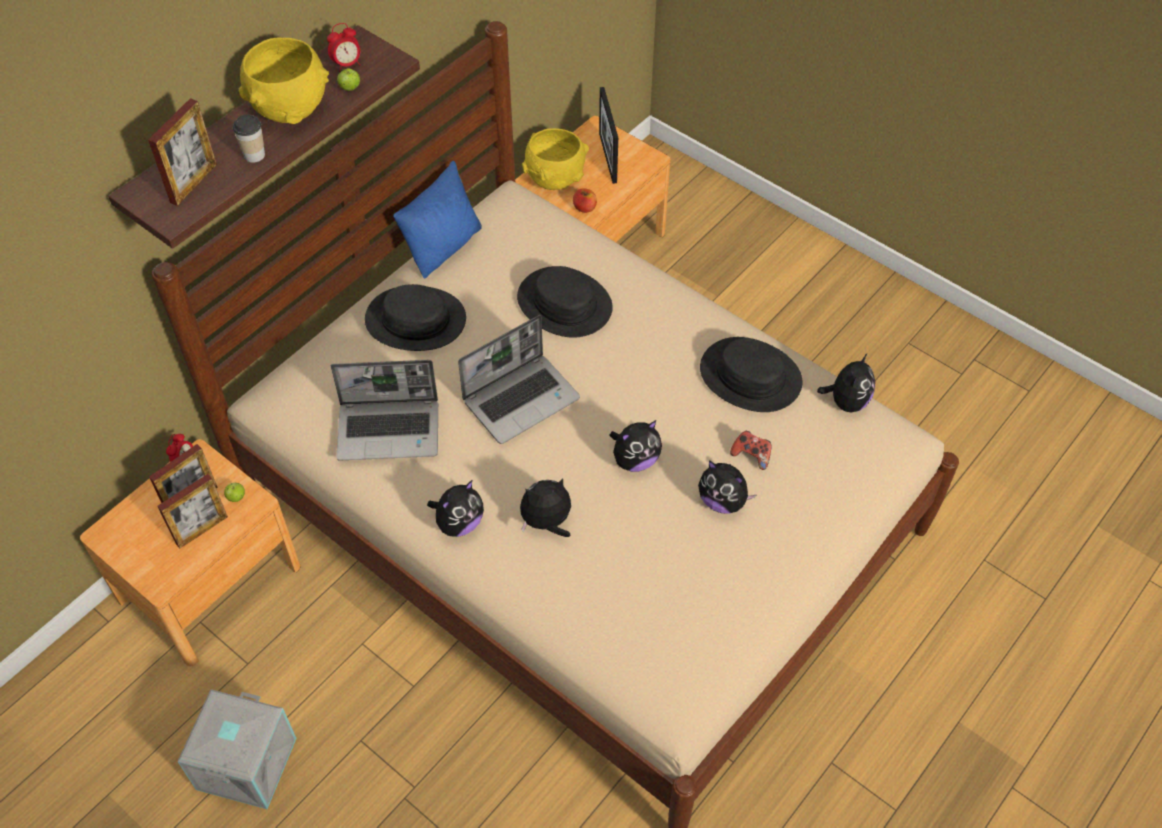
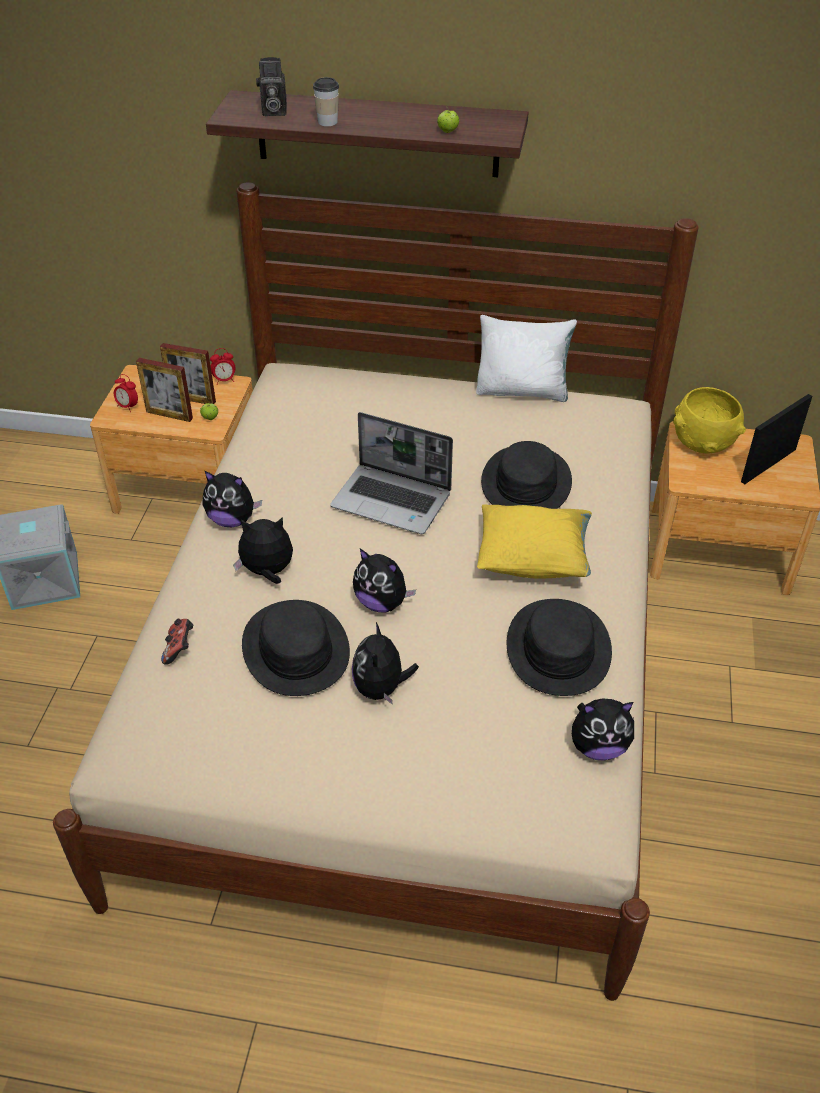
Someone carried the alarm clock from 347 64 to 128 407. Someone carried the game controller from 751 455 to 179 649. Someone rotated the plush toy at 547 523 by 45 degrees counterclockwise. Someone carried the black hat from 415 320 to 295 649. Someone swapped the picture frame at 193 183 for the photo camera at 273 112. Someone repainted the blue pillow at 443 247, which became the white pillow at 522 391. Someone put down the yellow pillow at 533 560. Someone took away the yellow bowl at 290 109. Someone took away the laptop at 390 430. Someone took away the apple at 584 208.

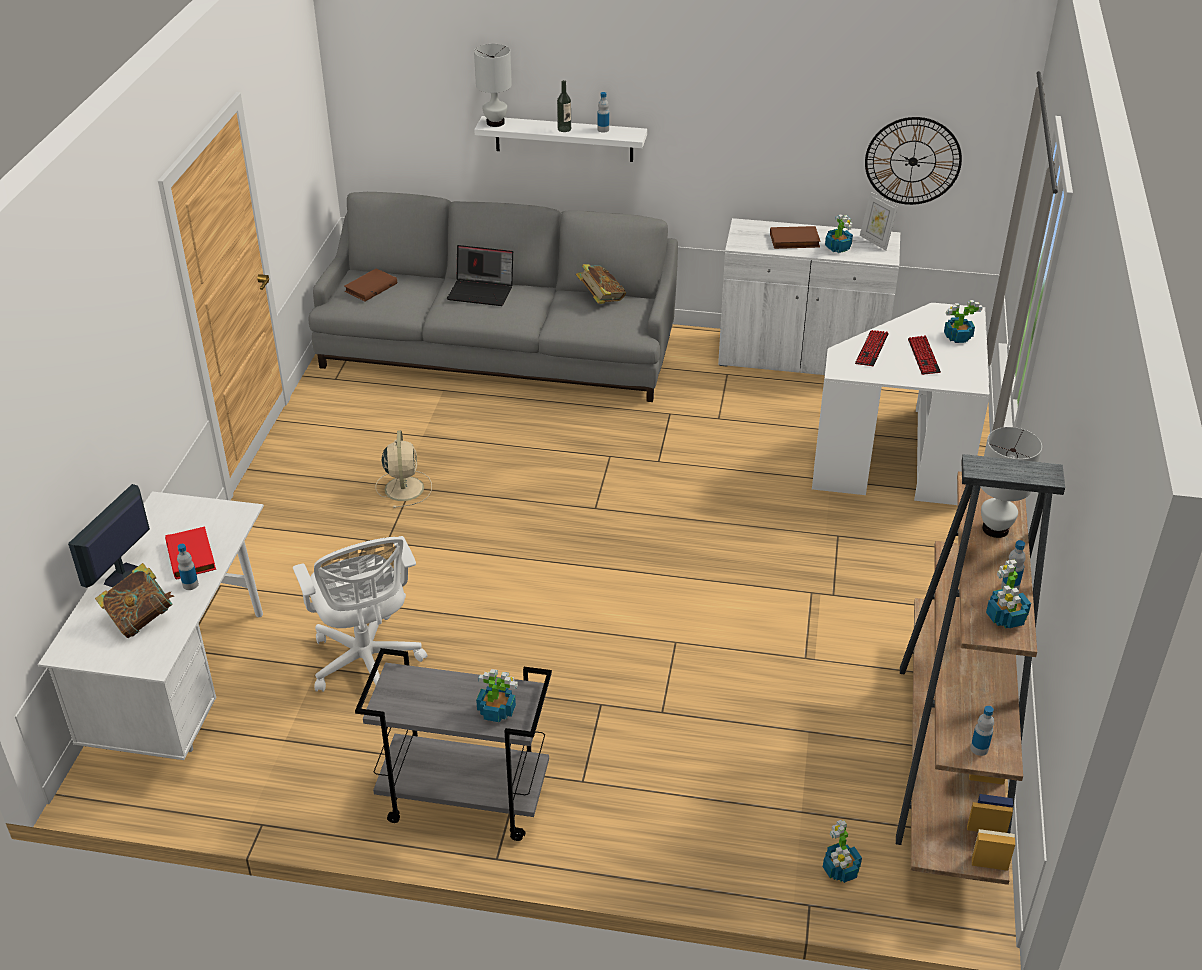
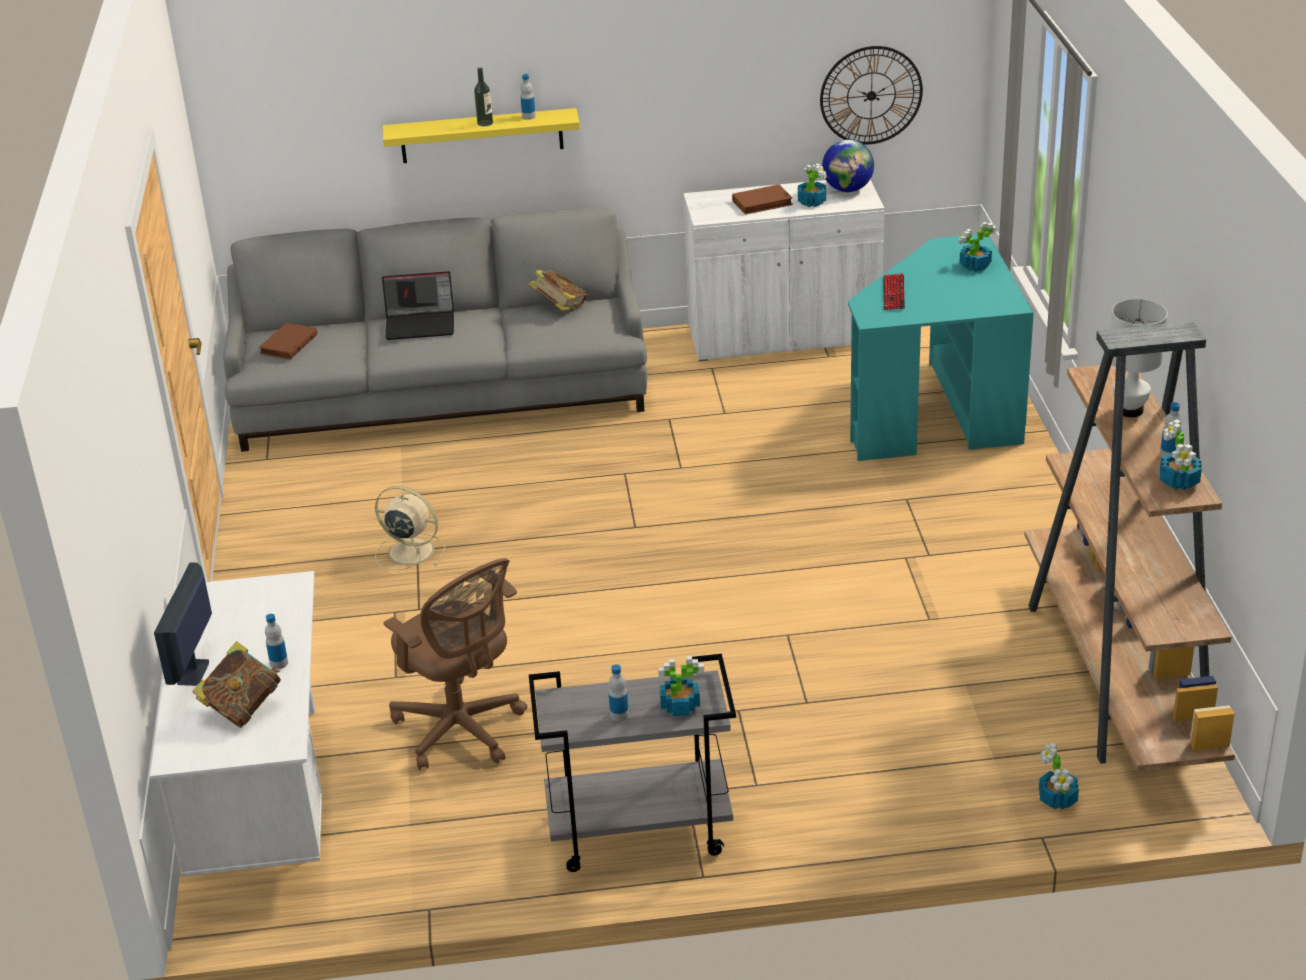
Someone rotated the beige fan at 404 487 by 45 degrees counterclockwise. Someone repainted the white shelf at 564 139, which became the yellow shelf at 481 136. Someone repainted the white office chair at 367 664, which became the brown office chair at 462 731. Someone carried the bottle from 979 748 to 619 715. Someone swapped the picture frame at 875 242 for the globe at 848 189. Someone repainted the white desk at 902 458, which became the turquoise desk at 937 413. Someone took away the red book at 192 556. Someone took away the white table lamp at 496 123. Someone took away the keyboard at 923 356.

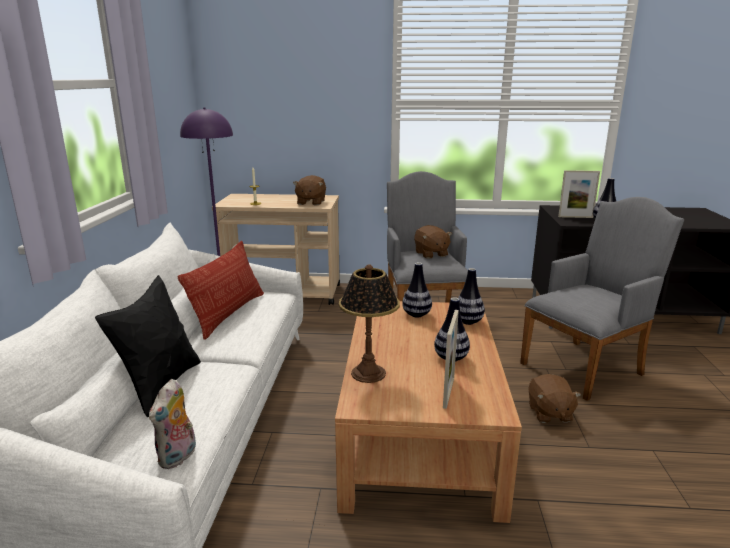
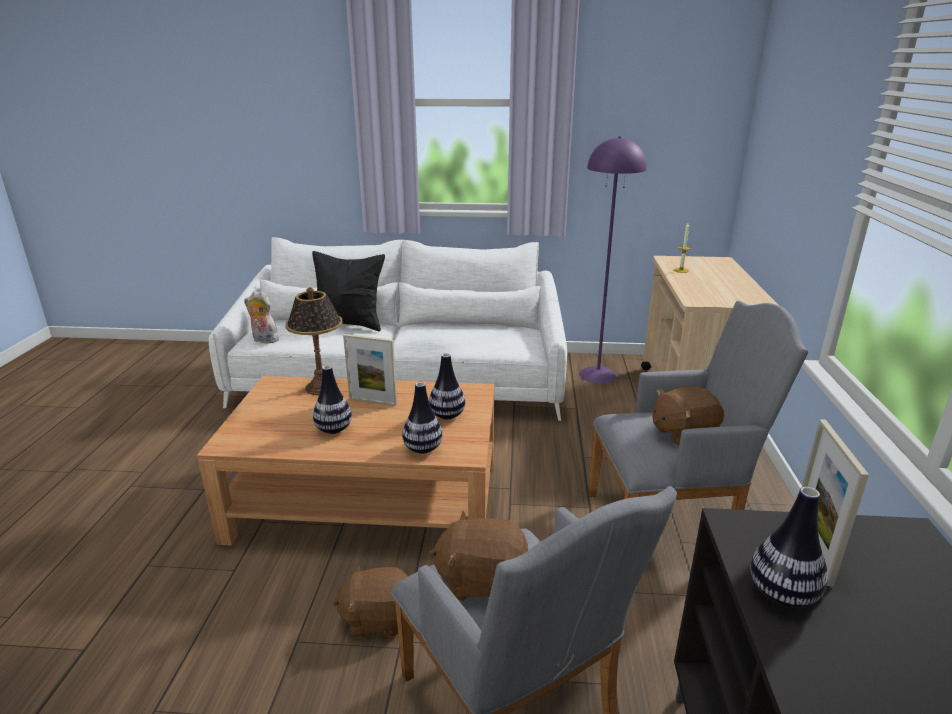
Someone carried the picture frame from 448 392 to 373 401. Someone carried the brown plush toy from 310 202 to 482 581. Someone took away the pillow at 228 314.

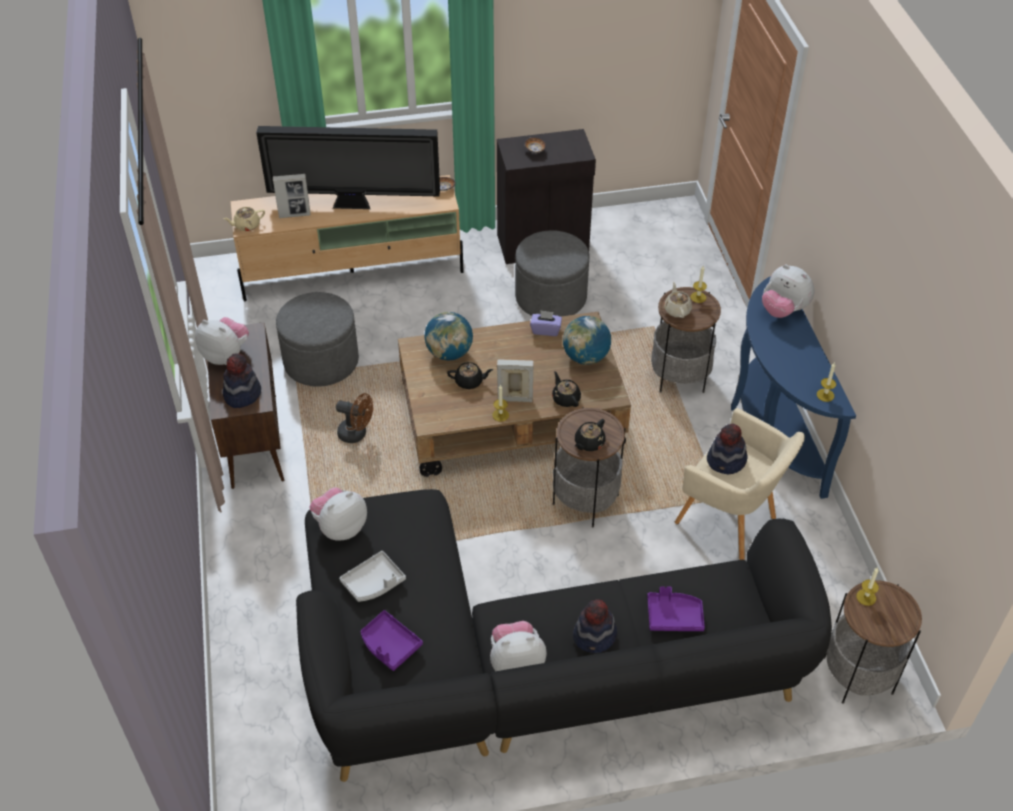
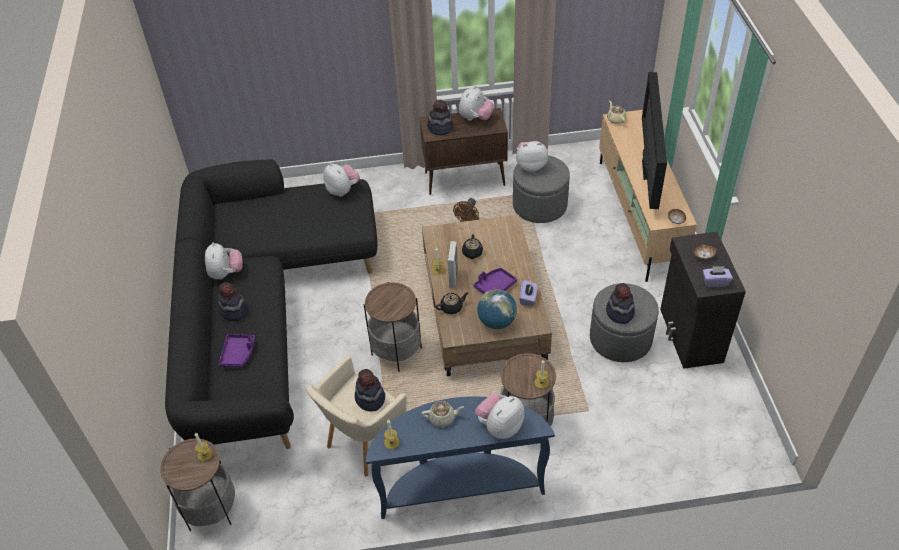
Someone carried the beige teapot from 677 310 to 442 418. Someone carried the purple tray from 389 645 to 494 286. Someone put down the plush toy at 530 166. Someone put down the hat at 619 313. Someone put down the purple tissue box at 715 282. Someone took away the picture frame at 294 215. Someone took away the grey tray at 373 583. Someone took away the globe at 449 353. Someone took away the black teapot at 589 443.

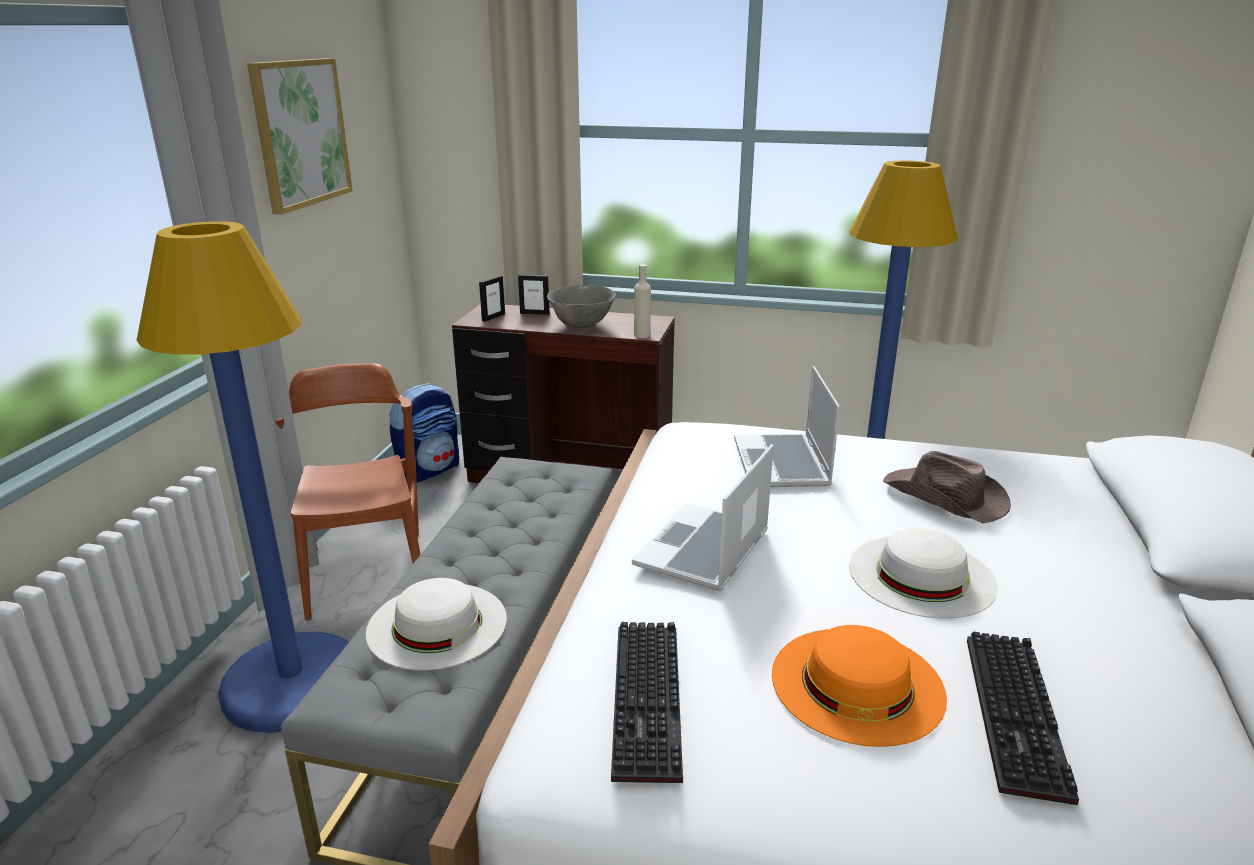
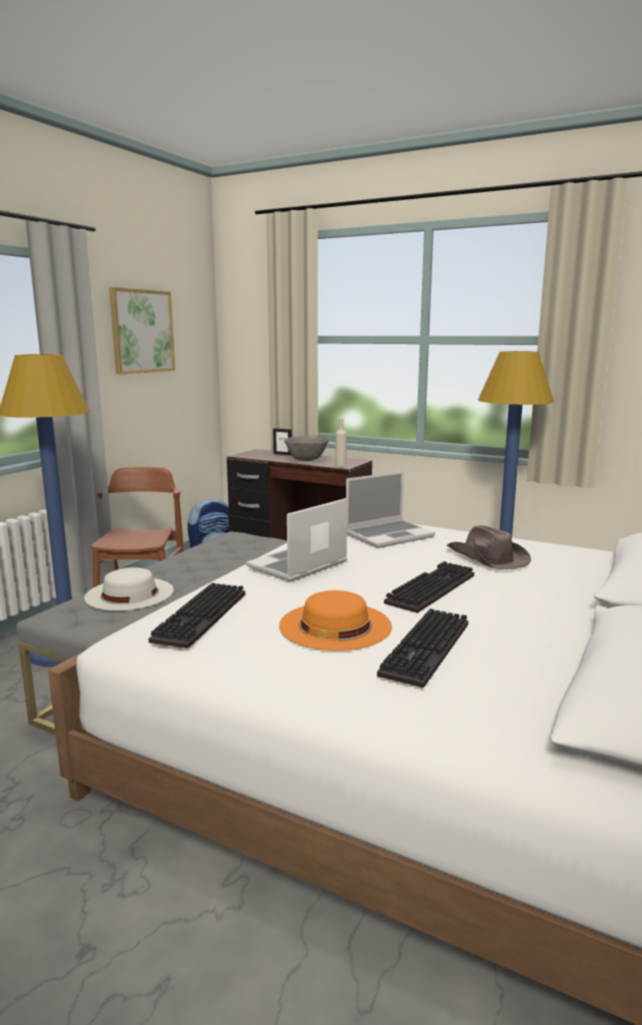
Someone rotated the laptop at 783 464 by 135 degrees counterclockwise. Someone swapped the white hat at 921 575 for the keyboard at 430 588. Someone took away the picture frame at 493 317.

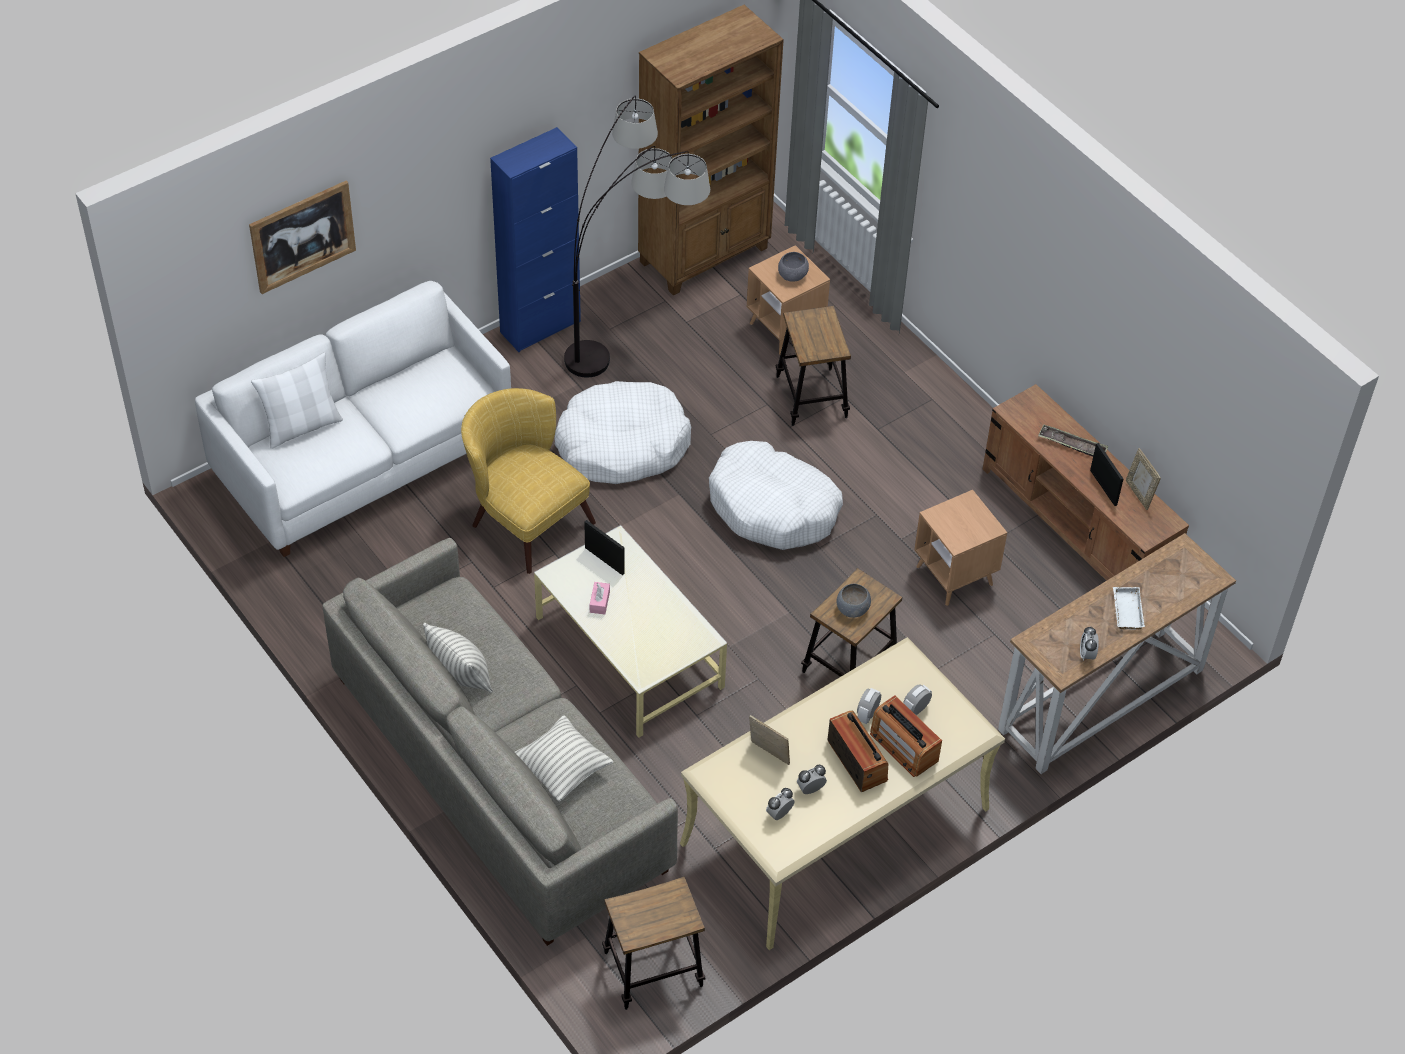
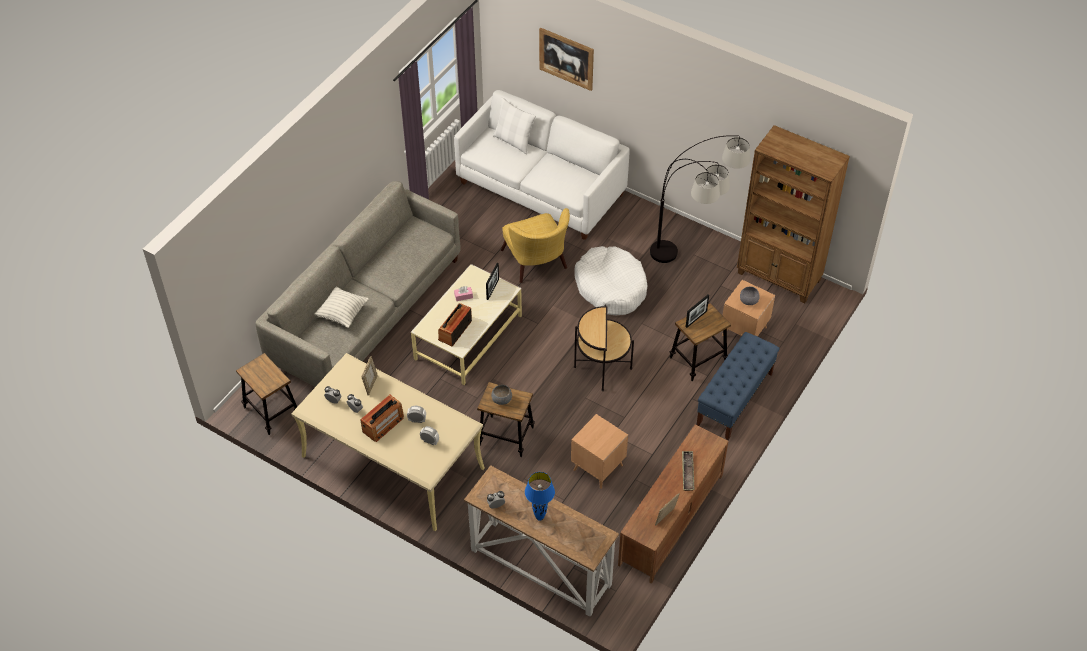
Someone carried the radio from 903 747 to 455 330. Someone rotated the yellow armchair at 524 517 by 135 degrees clockwise. Someone swapped the white tray at 1126 610 for the blue table lamp at 540 517. Someone swapped the white dog bed at 773 507 for the side table at 603 367. Someone carried the picture frame from 1103 487 to 696 319. Someone put down the blue bench at 734 399. Someone took away the pillow at 460 676. Someone took away the blue cabinet at 540 326.

